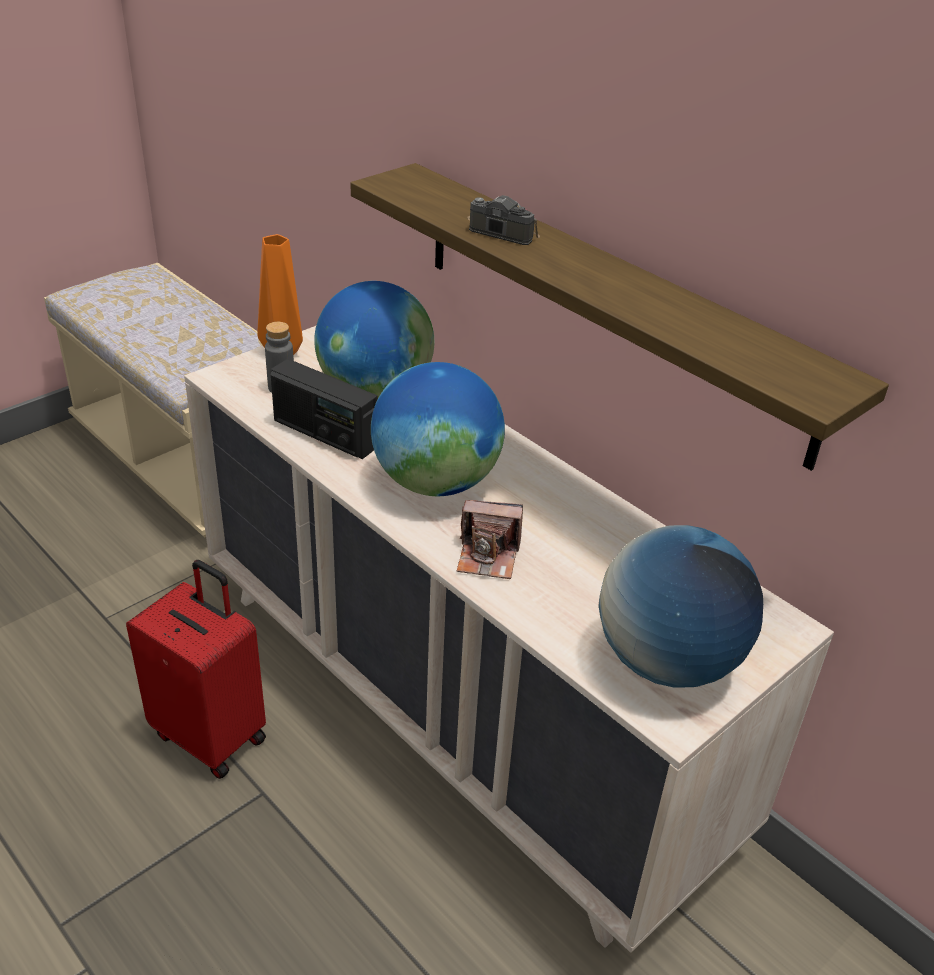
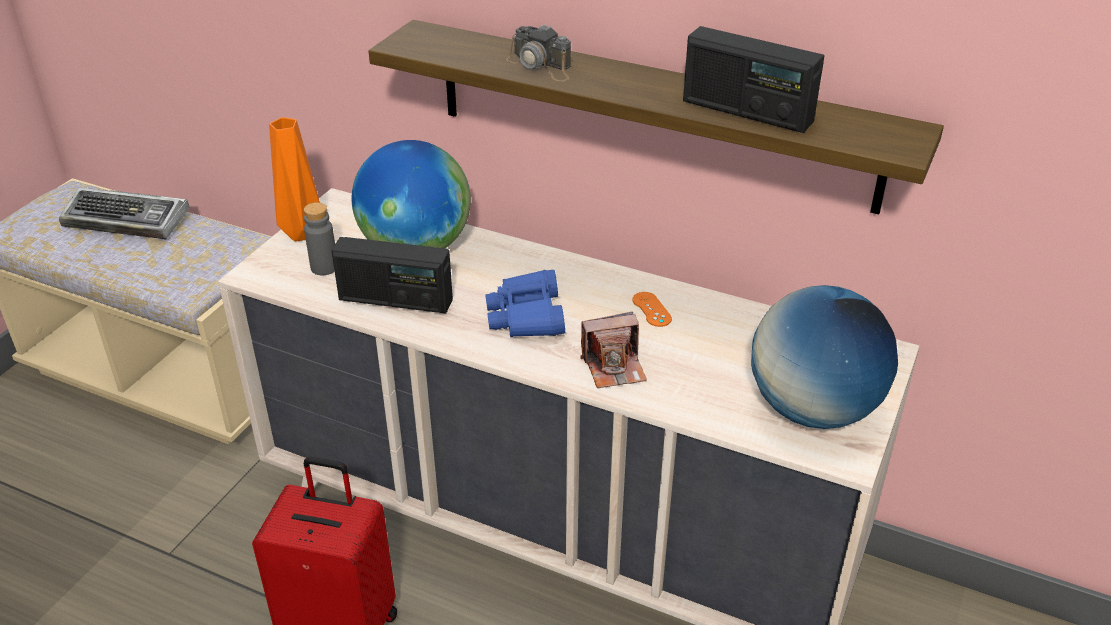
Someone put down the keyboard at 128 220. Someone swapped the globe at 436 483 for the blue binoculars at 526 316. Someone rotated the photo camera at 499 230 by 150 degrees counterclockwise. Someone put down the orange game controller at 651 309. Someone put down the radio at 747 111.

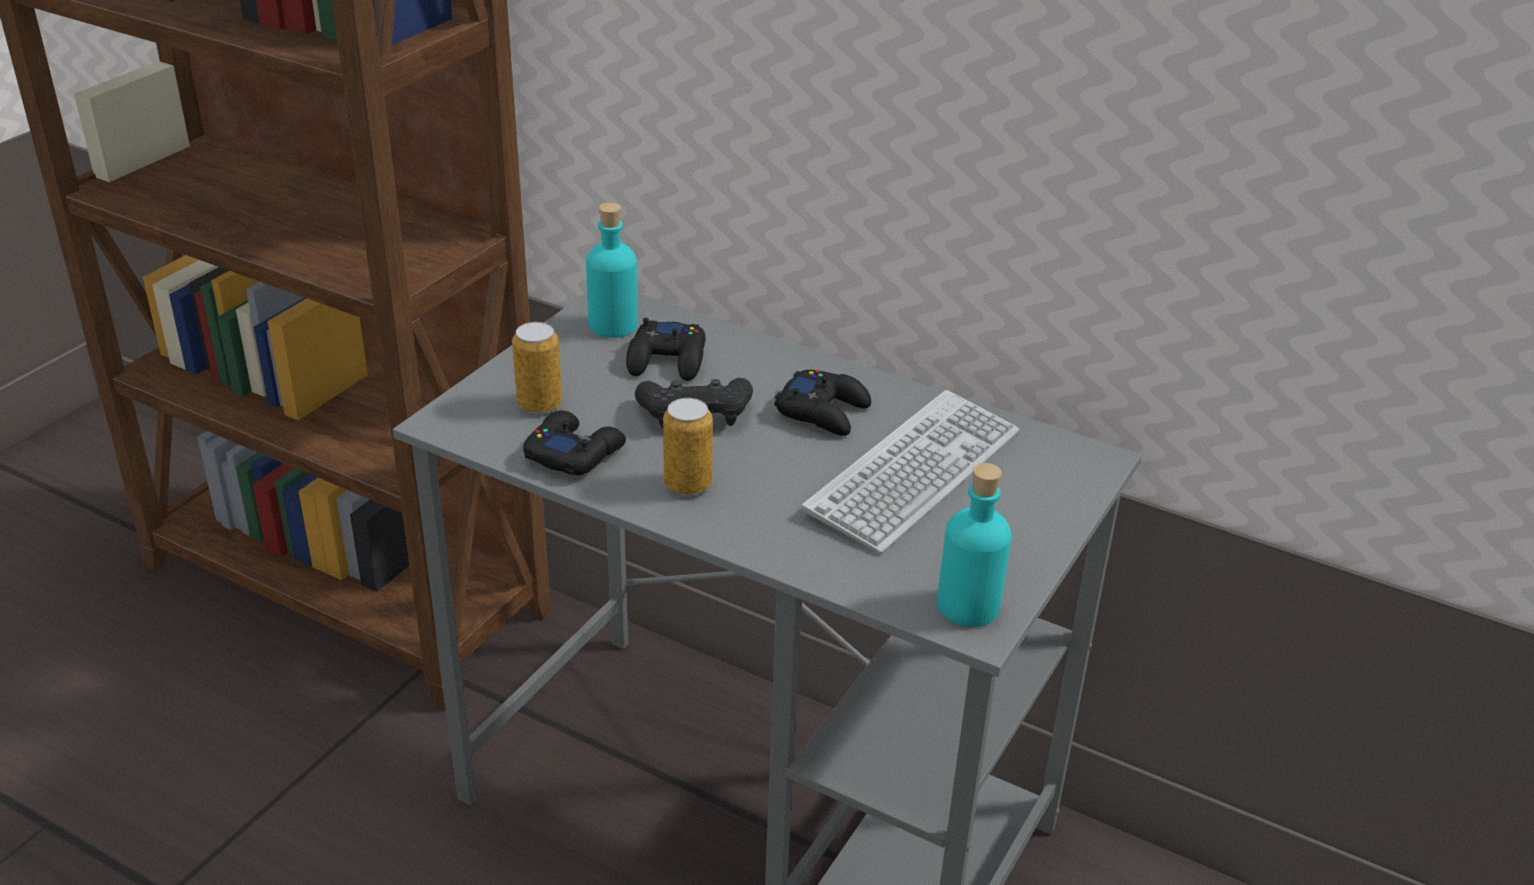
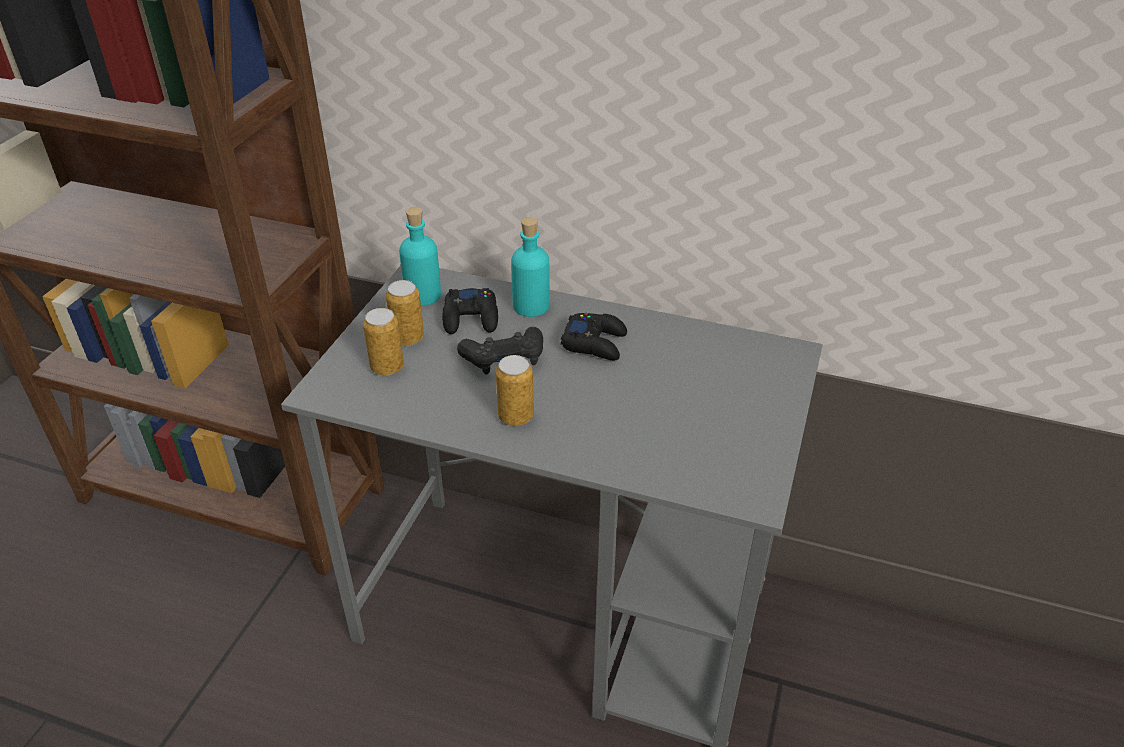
Someone put down the can at 408 338. Someone carried the turquoise bottle from 968 606 to 531 306. Someone took away the black game controller at 574 453. Someone took away the keyboard at 914 473.

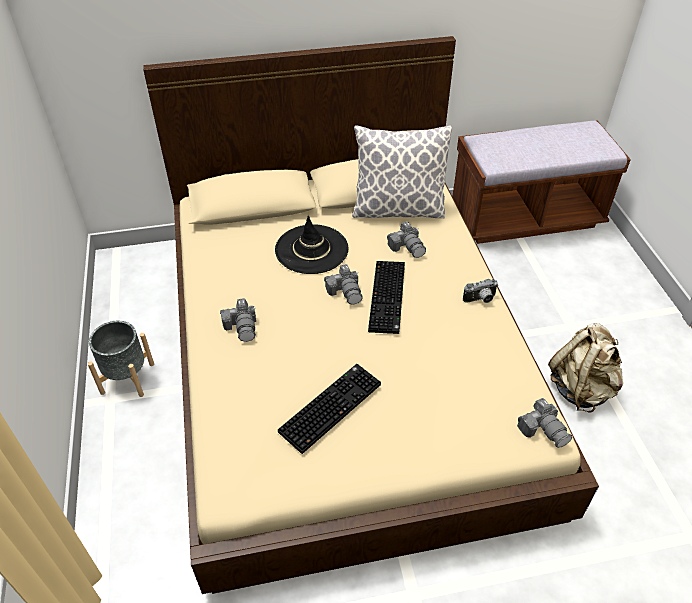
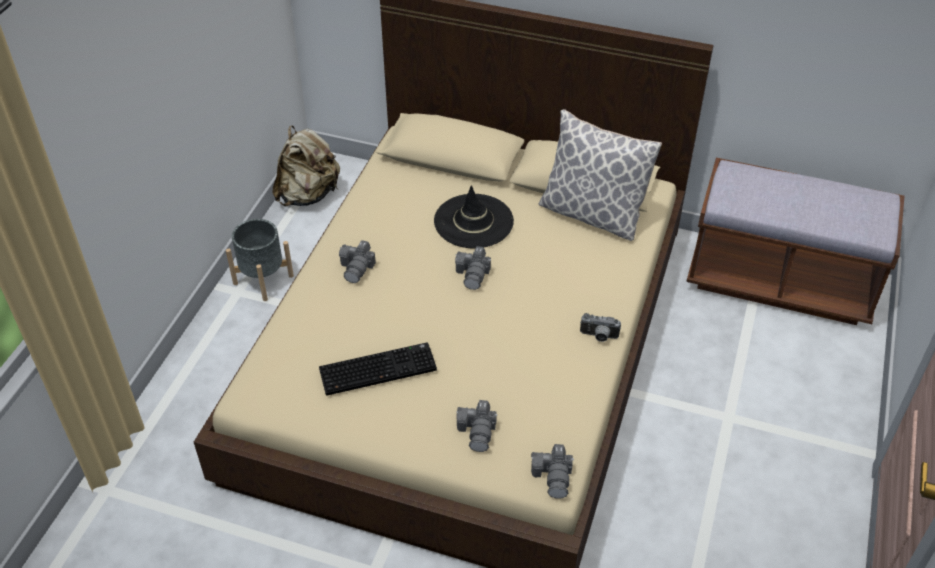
Someone carried the beige backpack from 581 388 to 308 195. Someone carried the photo camera from 407 247 to 478 432. Someone took away the keyboard at 388 298.

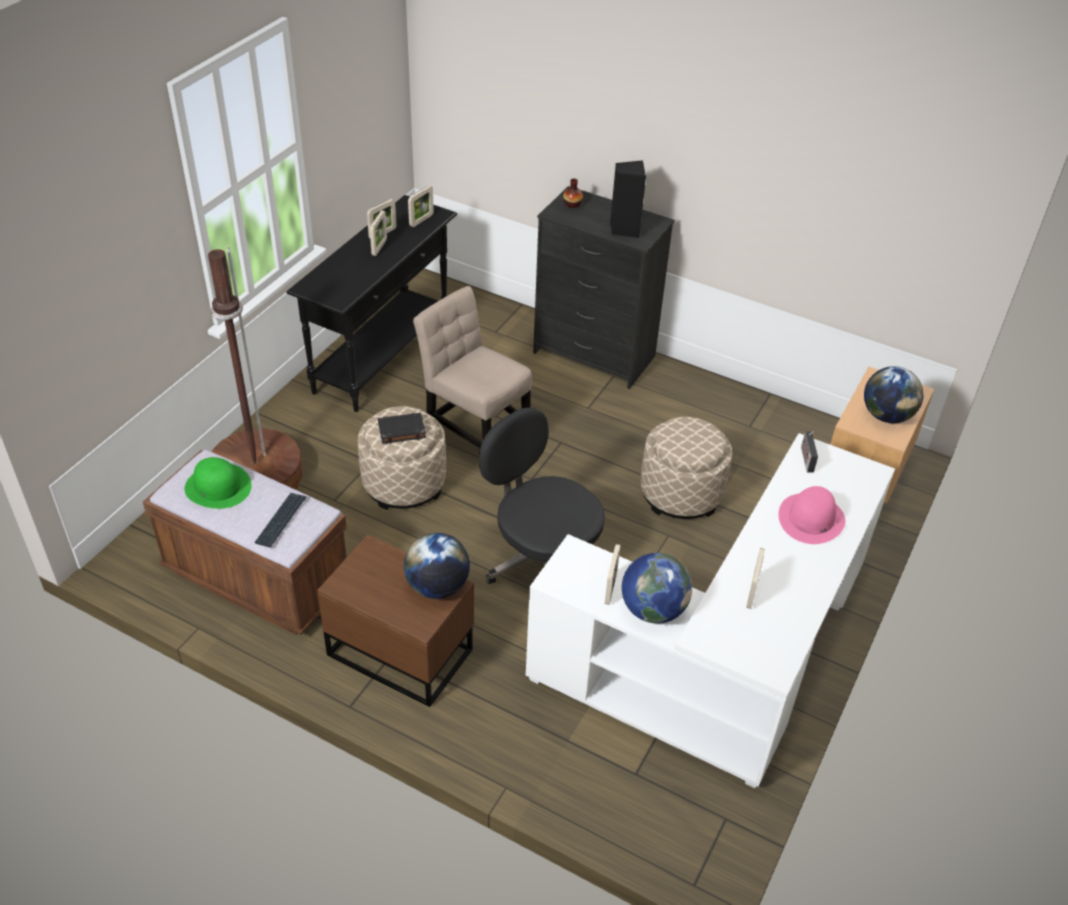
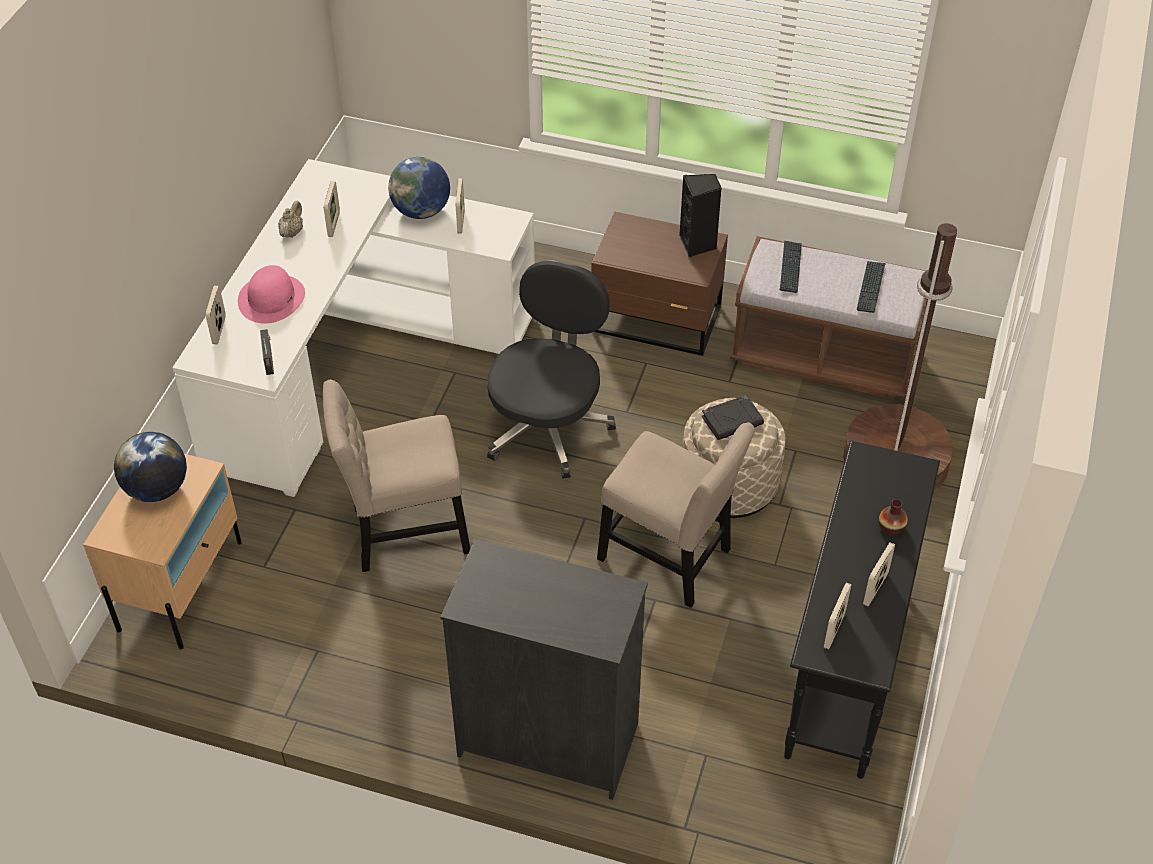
Someone carried the picture frame from 379 247 to 219 330. Someone put down the beige teapot at 292 232. Someone swapped the beige ottoman at 681 493 for the beige chair at 404 532. Someone rotated the black office chair at 542 559 by 105 degrees counterclockwise. Someone carried the black speaker from 624 229 to 698 244. Someone swapped the green hat at 218 487 for the keyboard at 870 287. Someone carried the vase from 572 204 to 891 527. Someone took away the globe at 437 587.

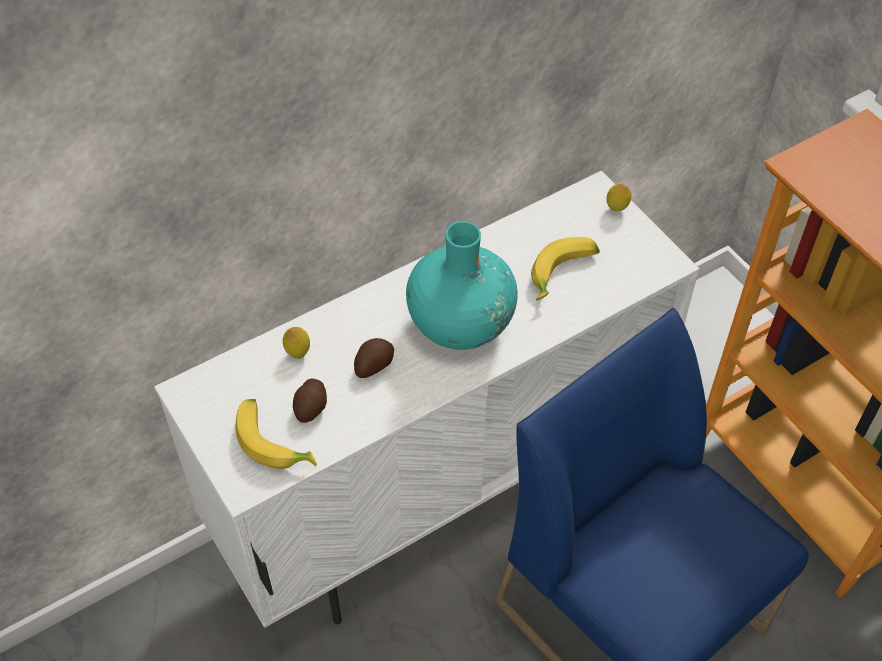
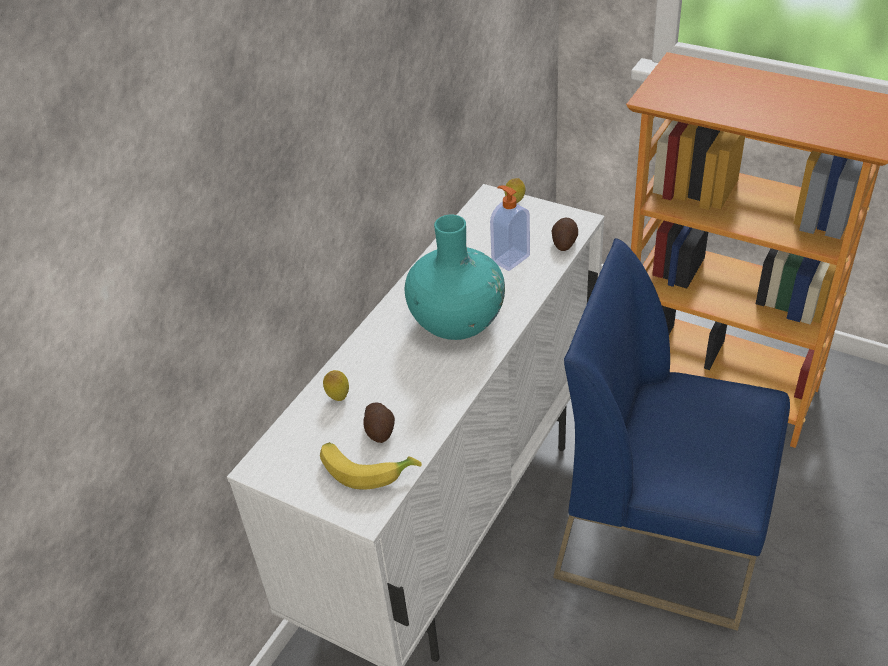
Someone swapped the banana at 563 275 for the soap dispenser at 509 258. Someone carried the potato from 373 365 to 564 242.

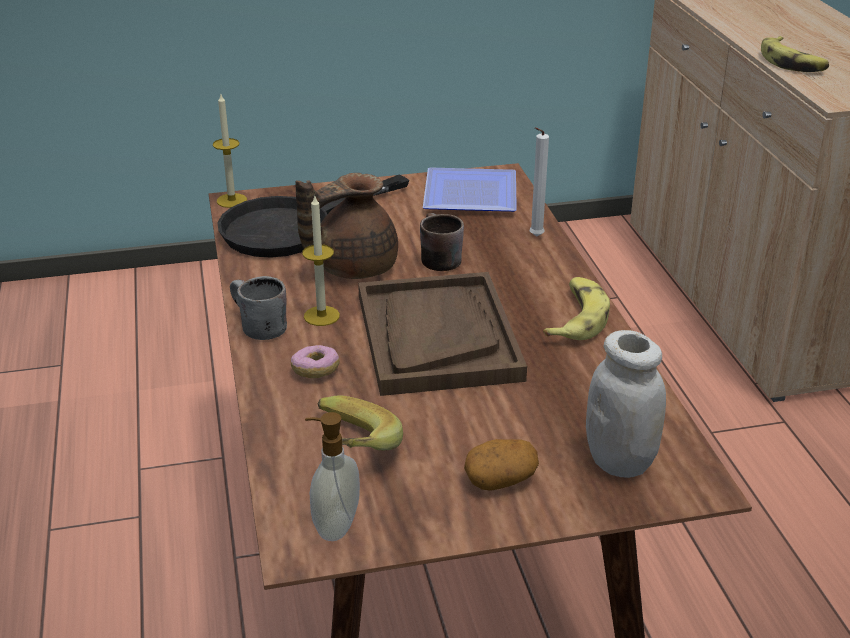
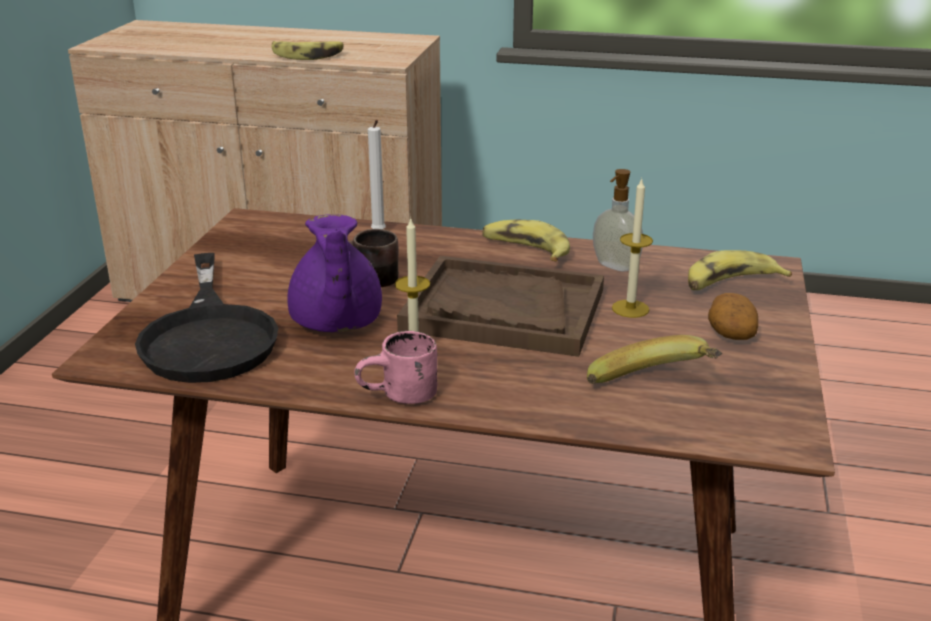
Someone repainted the brown teapot at 351 267, which became the purple teapot at 335 323. Someone repainted the grey mug at 255 327, which became the pink mug at 401 397. Someone carried the soap dispenser from 334 525 to 614 266. Someone carried the candle from 231 200 to 630 308. Someone swapped the white jar at 619 461 for the banana at 730 284. Someone took away the donut at 315 370. Someone took away the plate at 467 196.

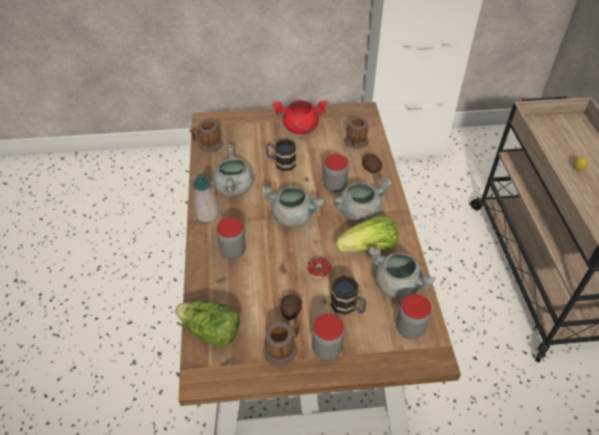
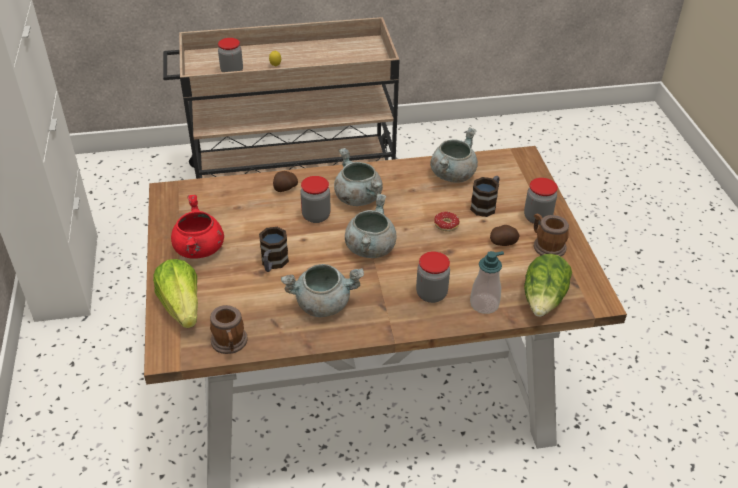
Someone carried the lettuce from 369 248 to 182 306. Someone carried the jar from 410 329 to 232 72. Someone carried the soap dispenser from 207 214 to 484 304. Someone took away the mug at 355 143.

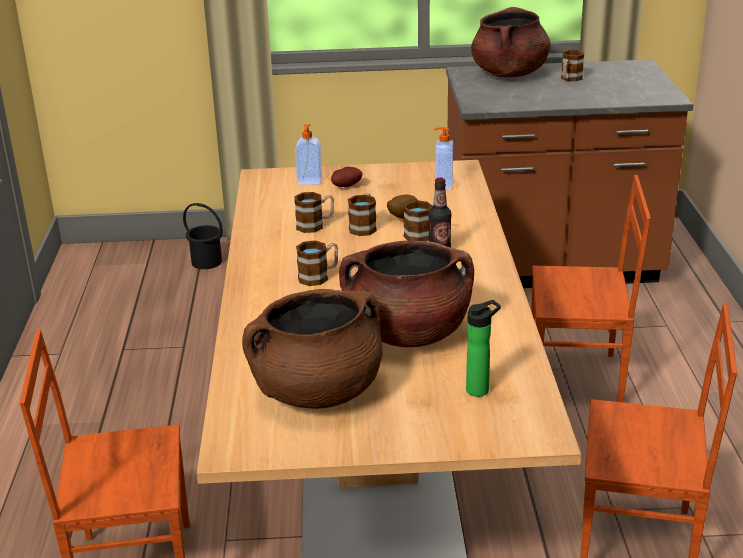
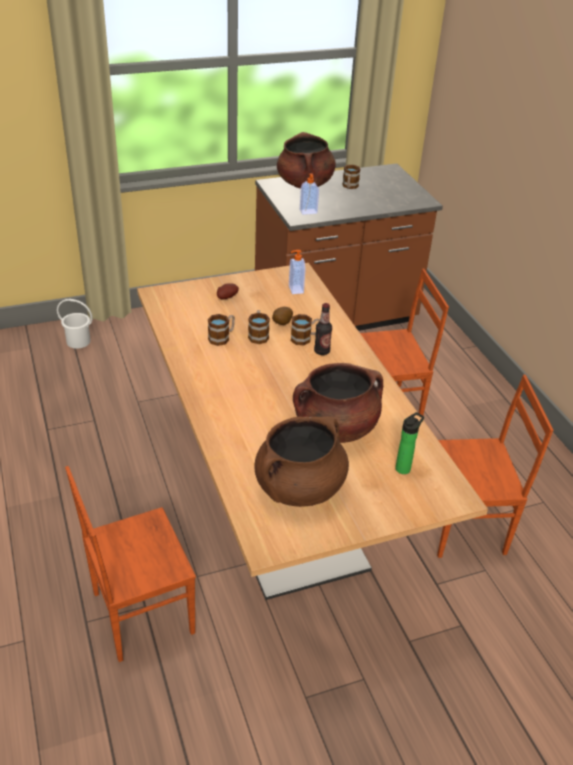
Someone repainted the black bucket at 206 262, which became the white bucket at 78 341. Someone carried the soap dispenser from 309 181 to 308 212. Someone took away the mug at 319 276.

